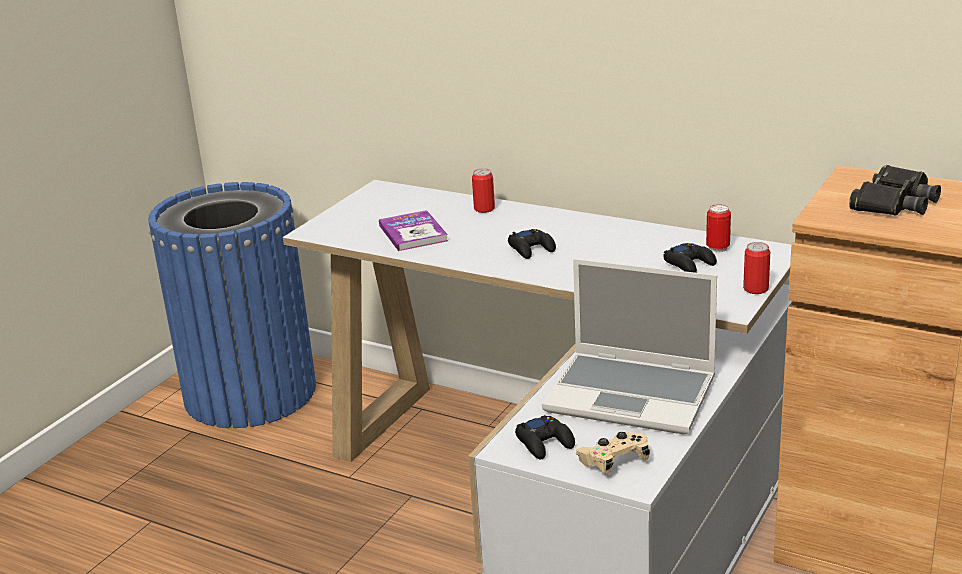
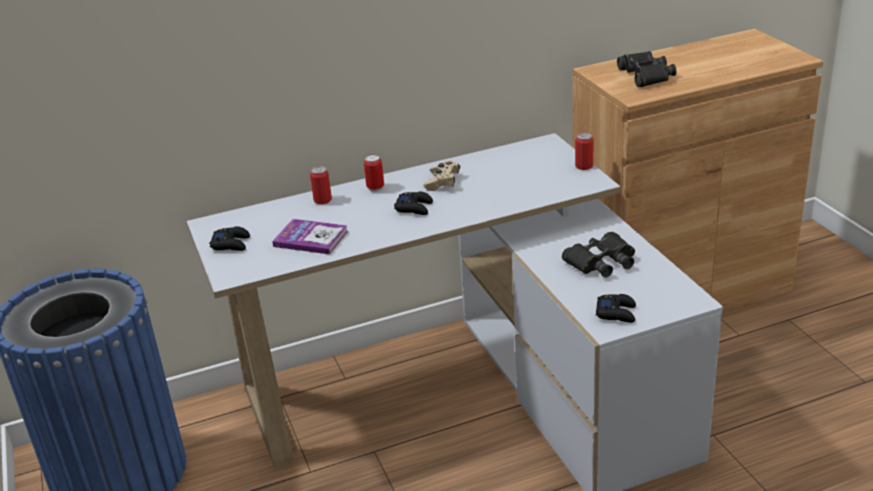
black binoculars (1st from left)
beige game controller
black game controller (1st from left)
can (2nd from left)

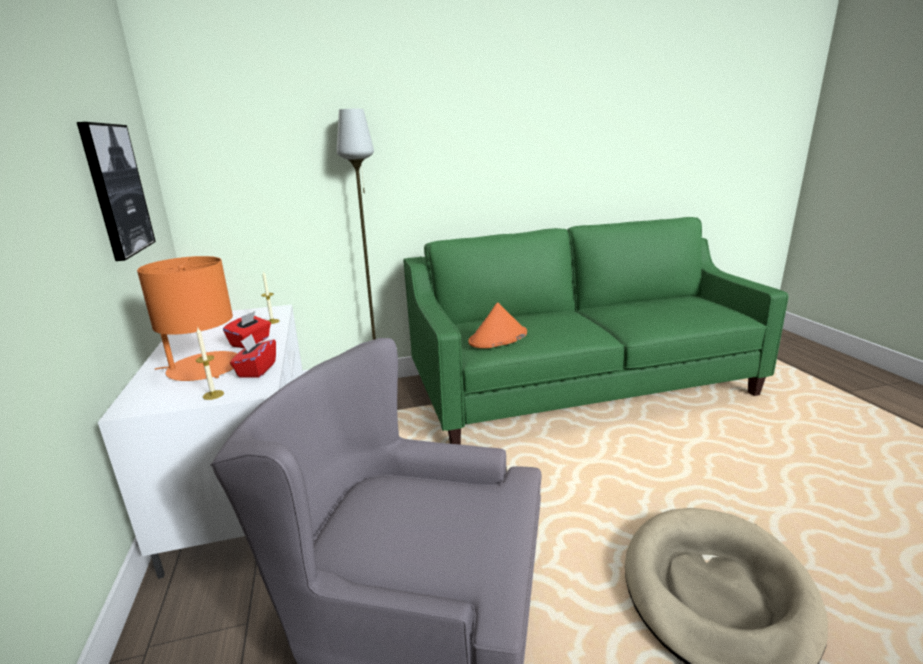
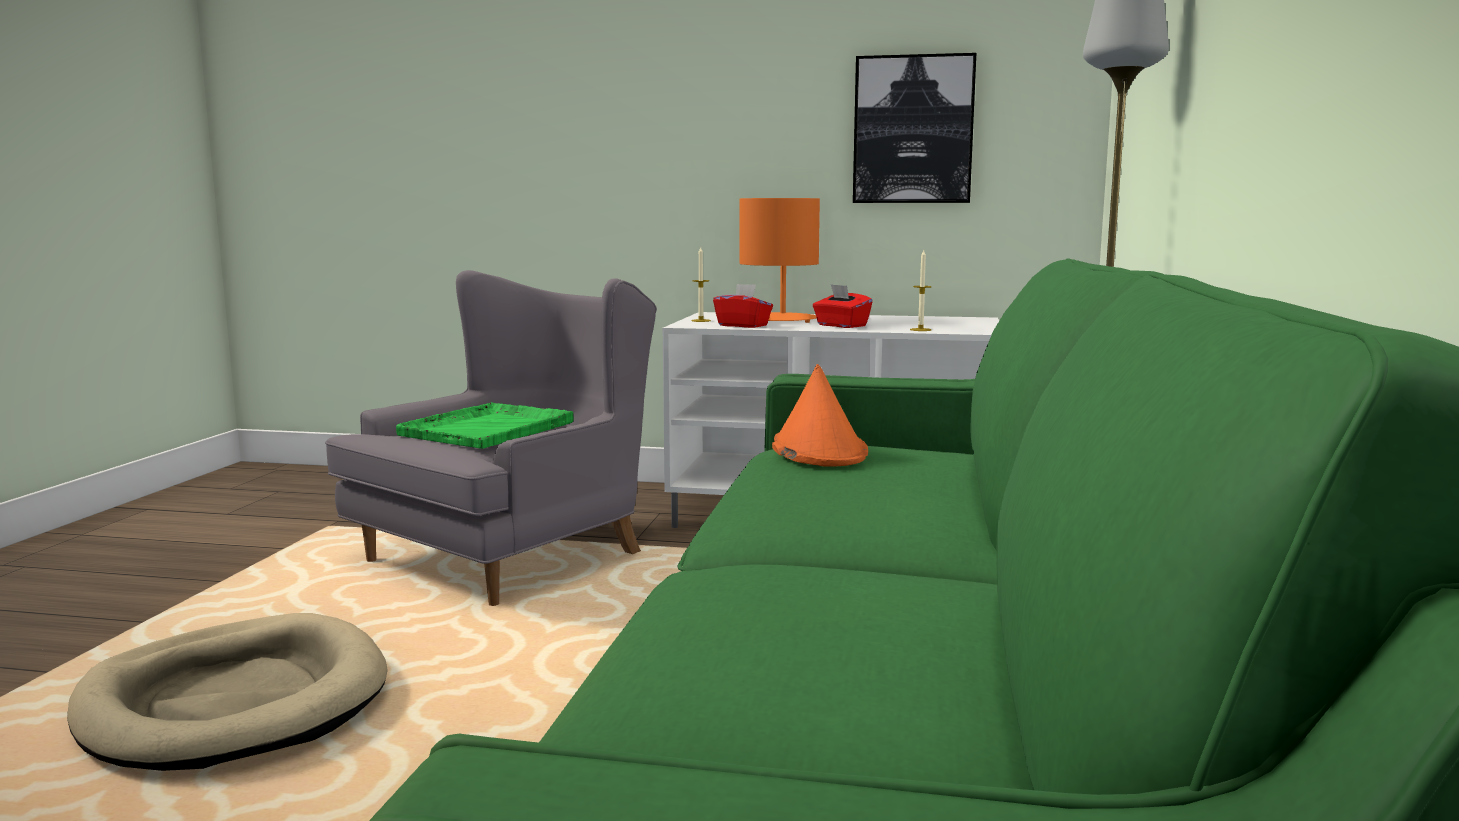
green tray

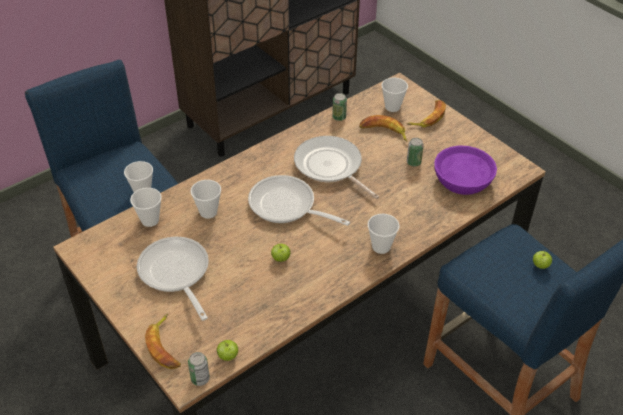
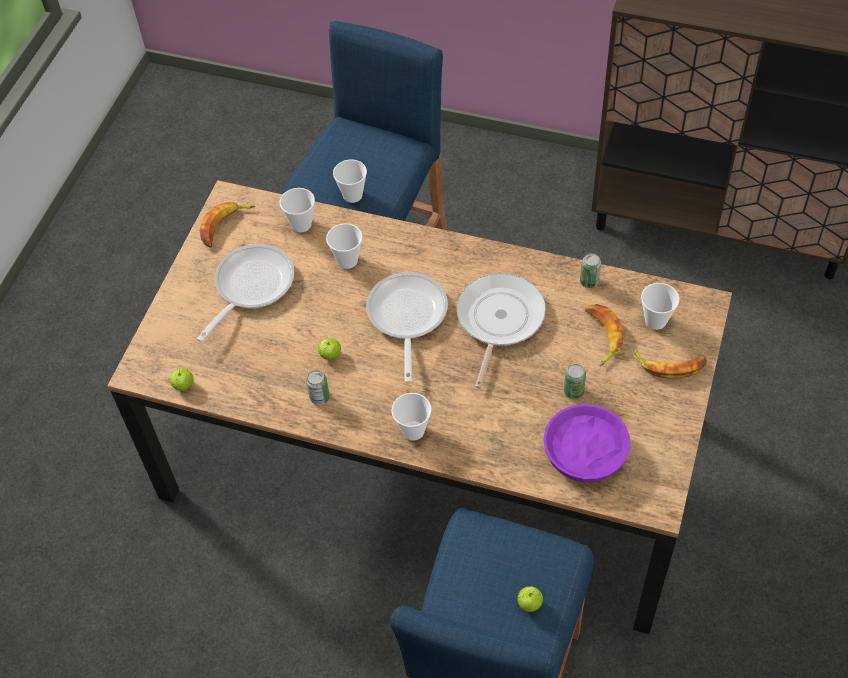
banana (1st from left)
can (1st from left)

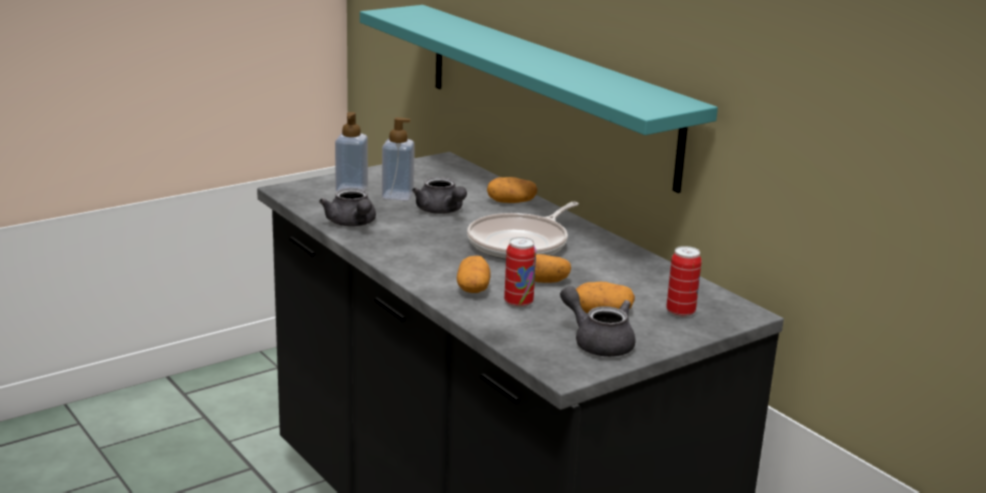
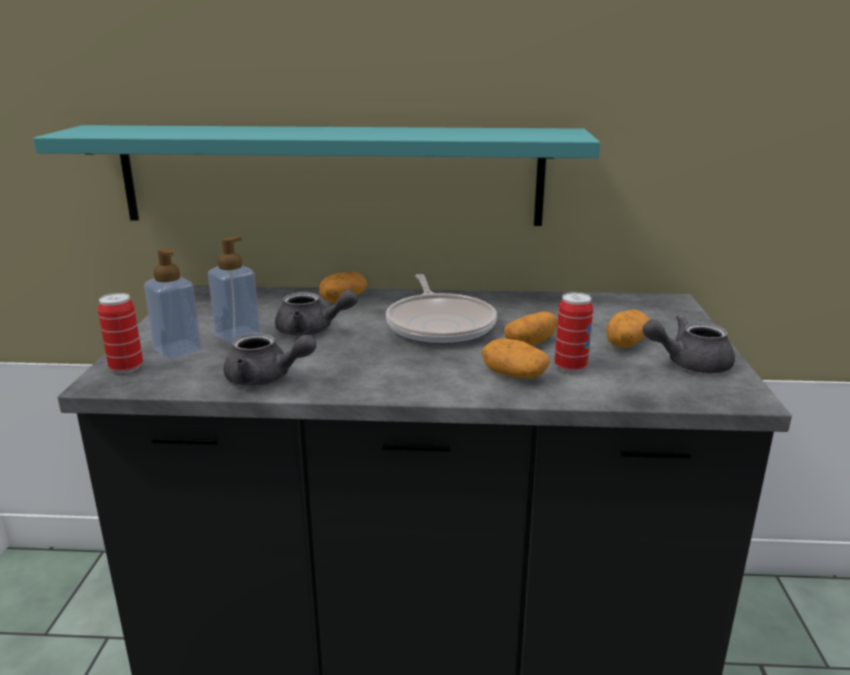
can (1st from left)

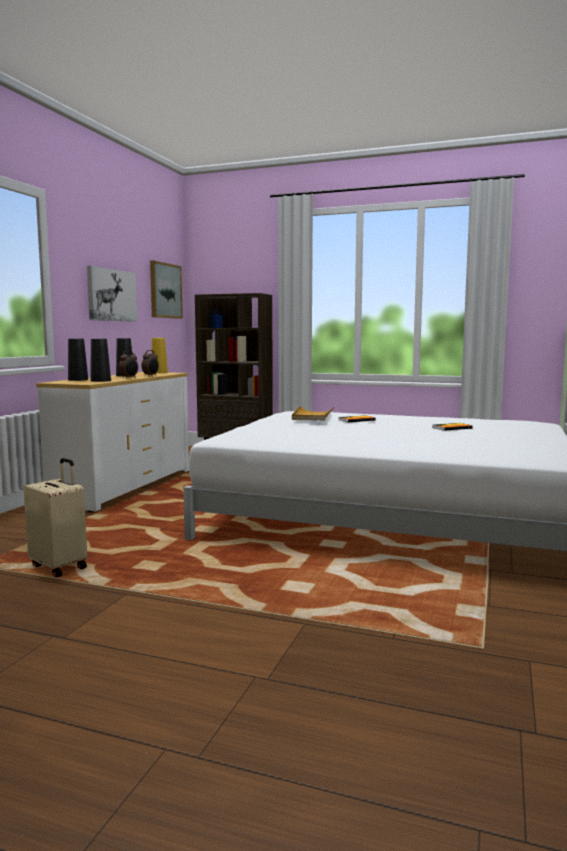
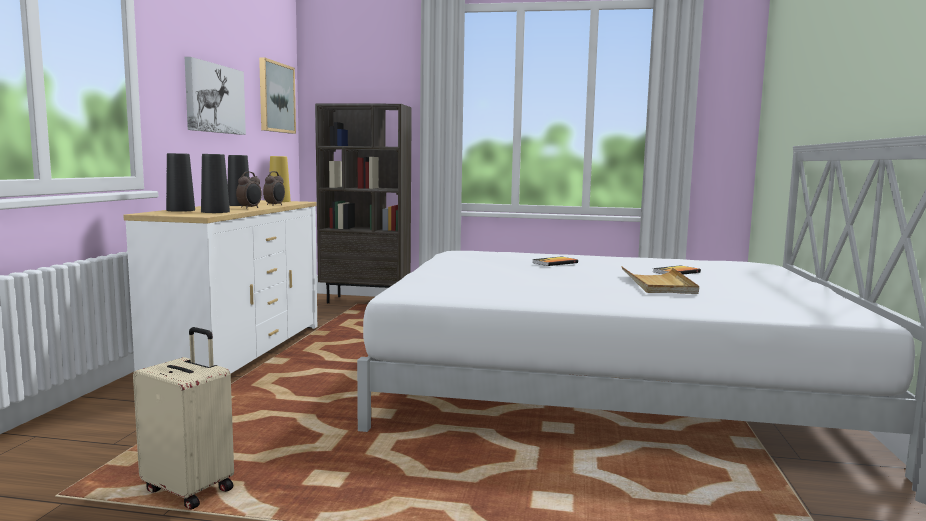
beige tray

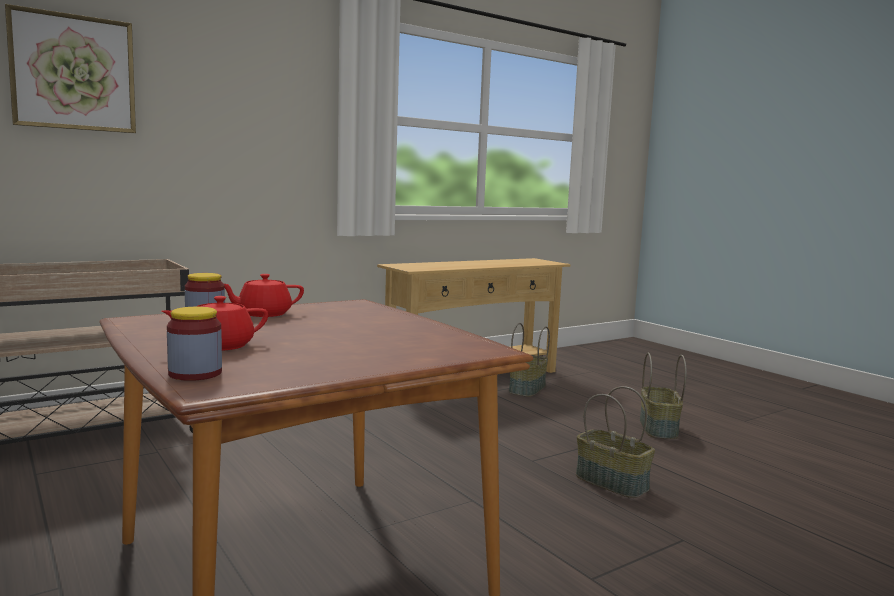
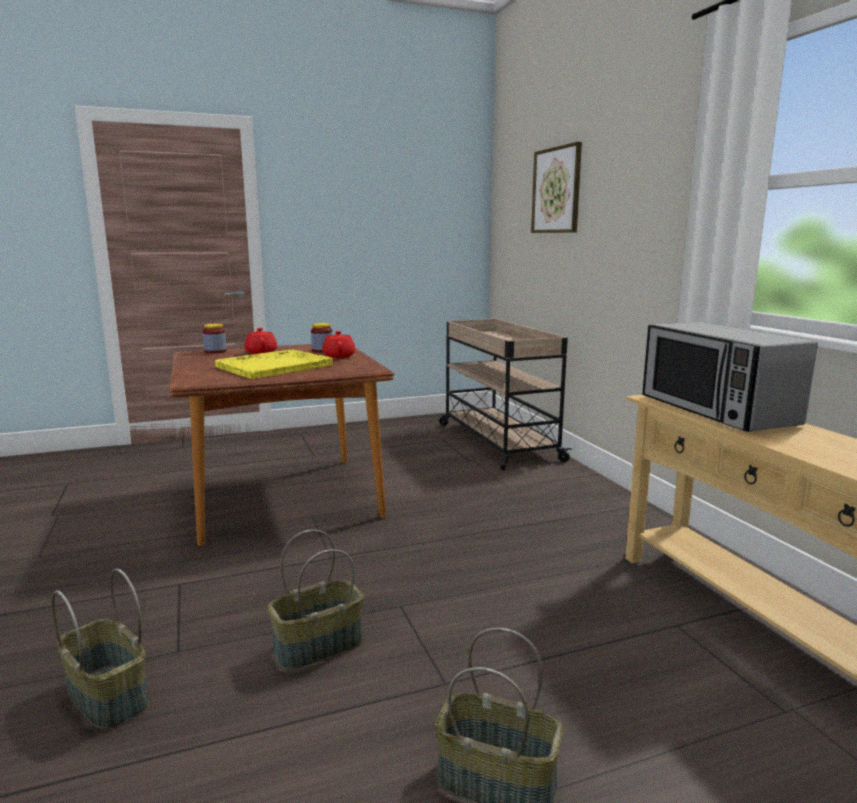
basket (1st from left)
yellow tray
microwave

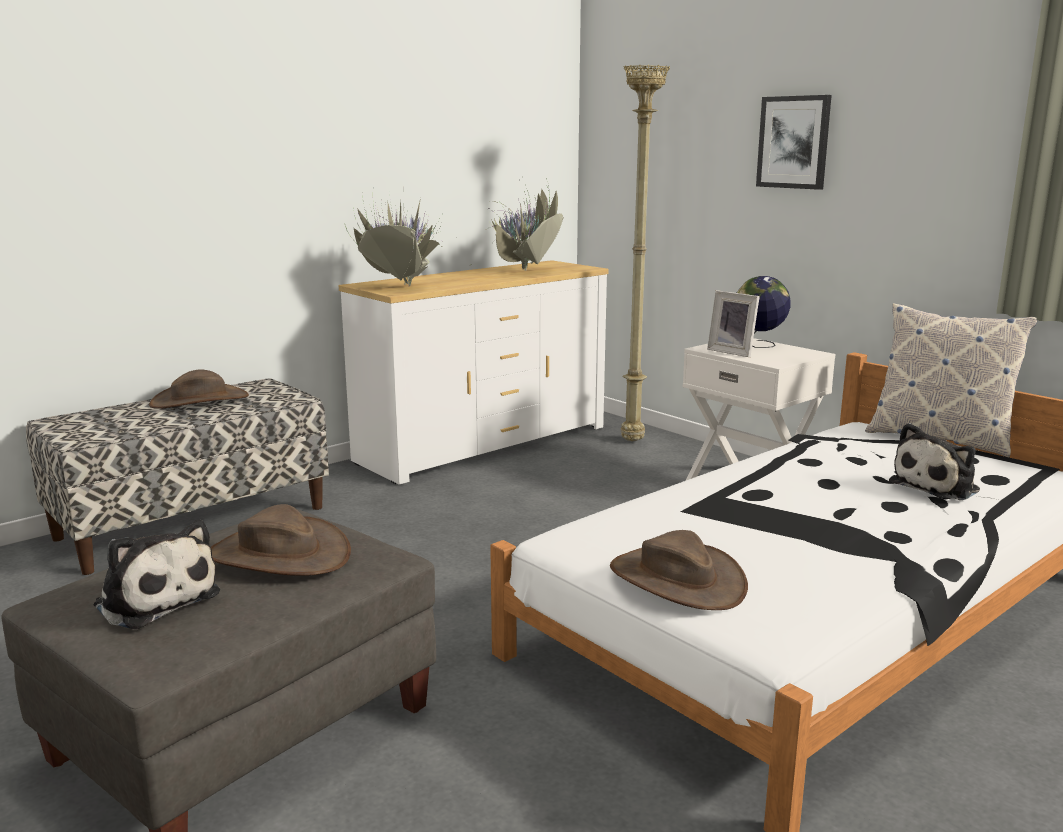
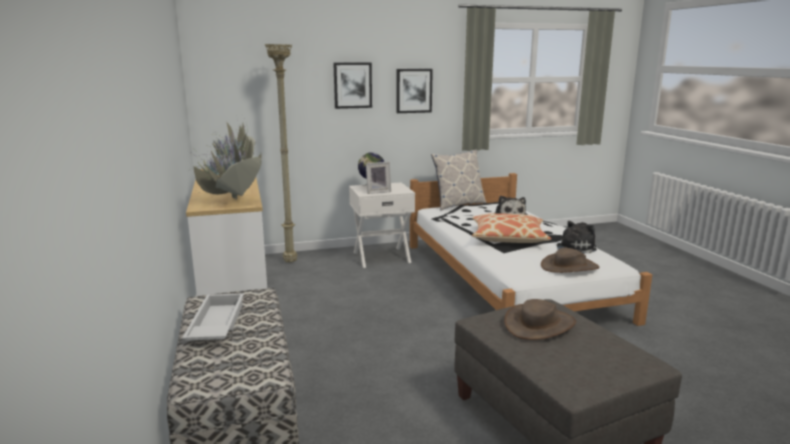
plush toy (2nd from left)
white tray
picture (2nd from left)
pillow (2nd from left)

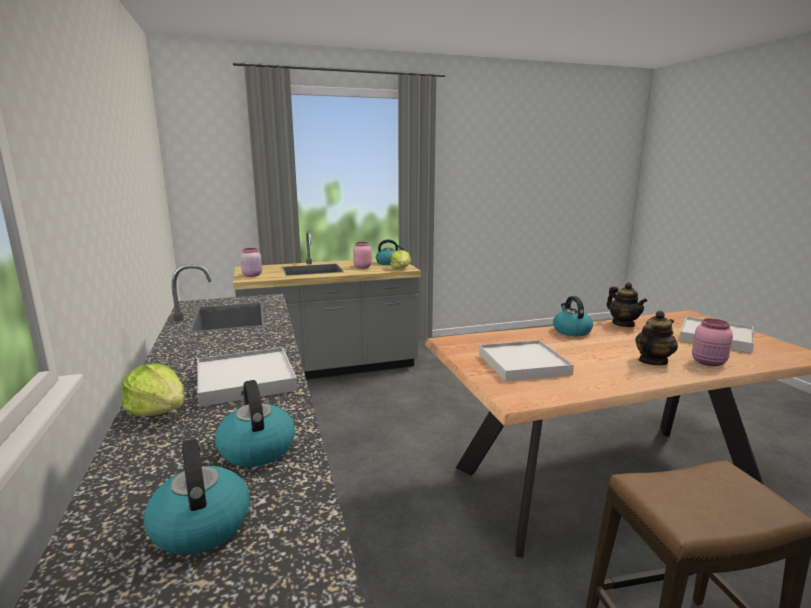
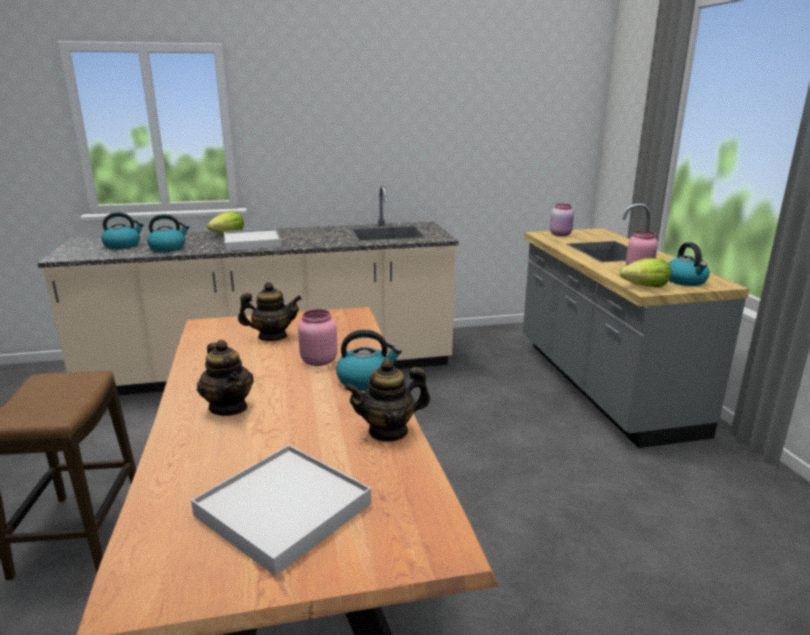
teapot (2nd from left)
pink jar (1st from left)

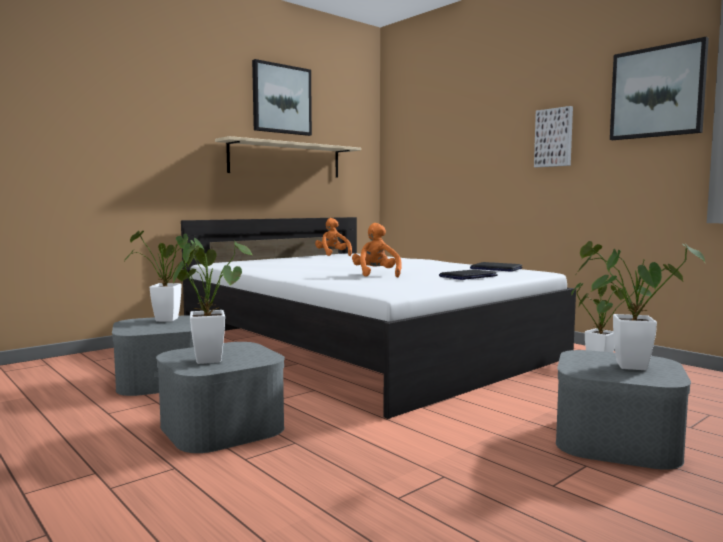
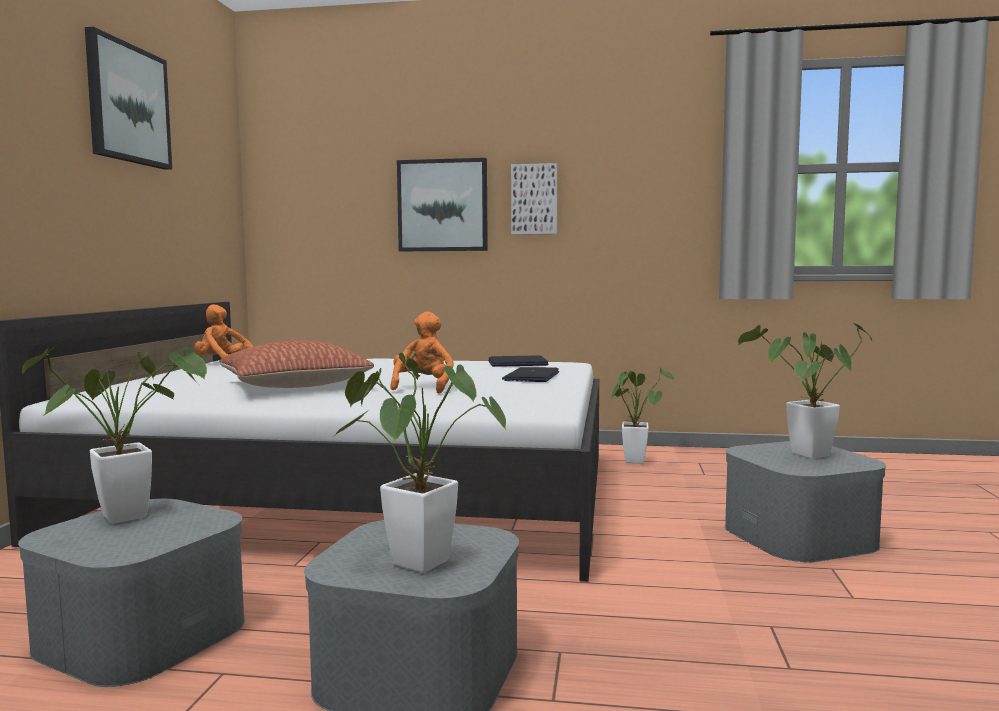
beige shelf
orange plush toy (2nd from left)
picture (2nd from left)
pillow

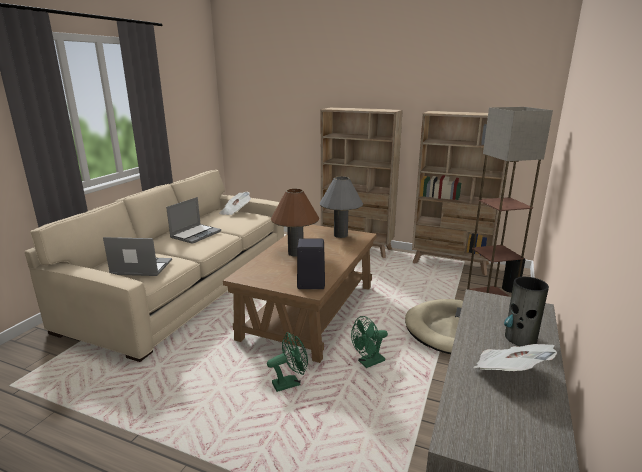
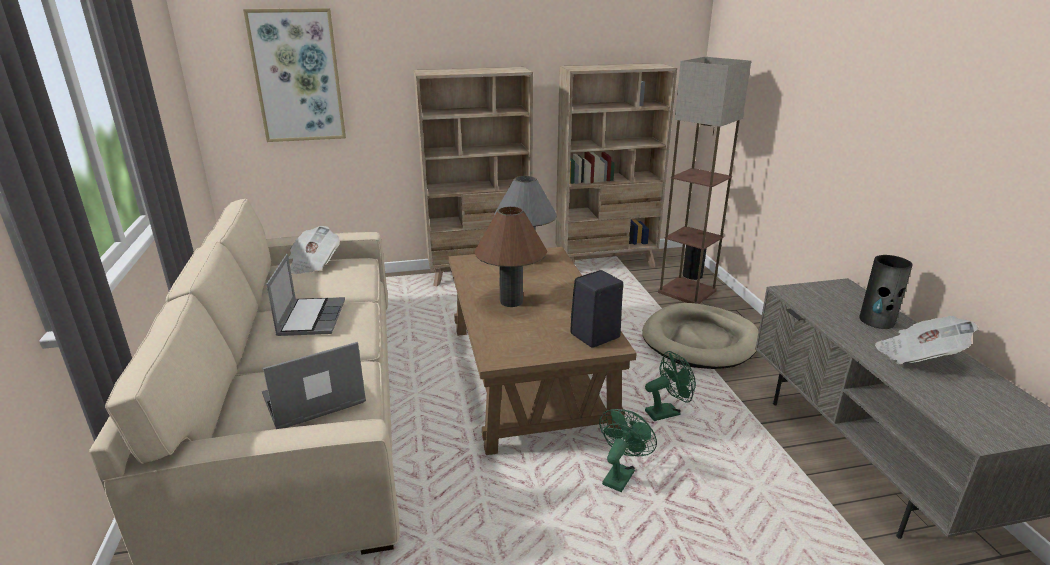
green fan (2nd from left)
picture

